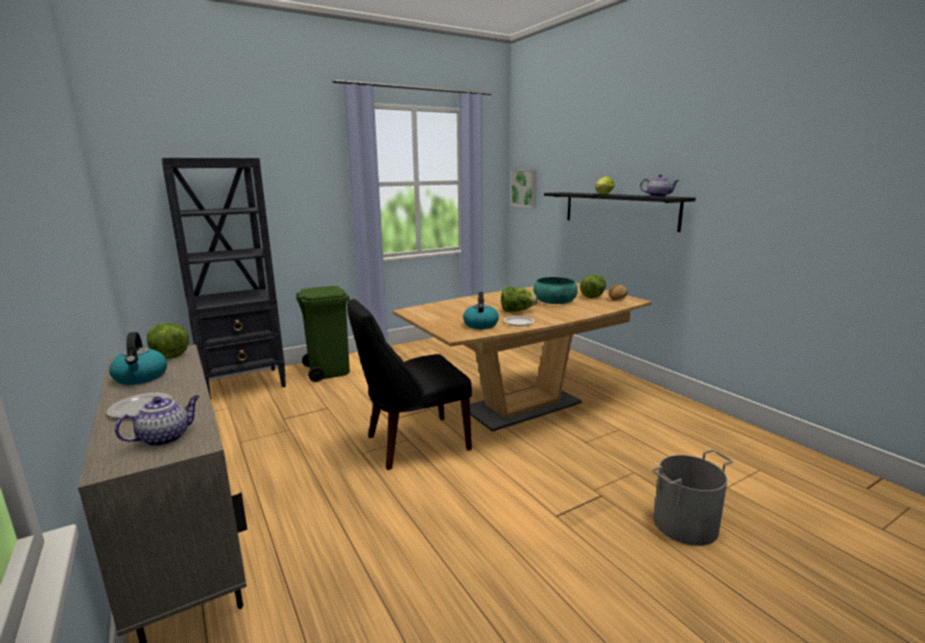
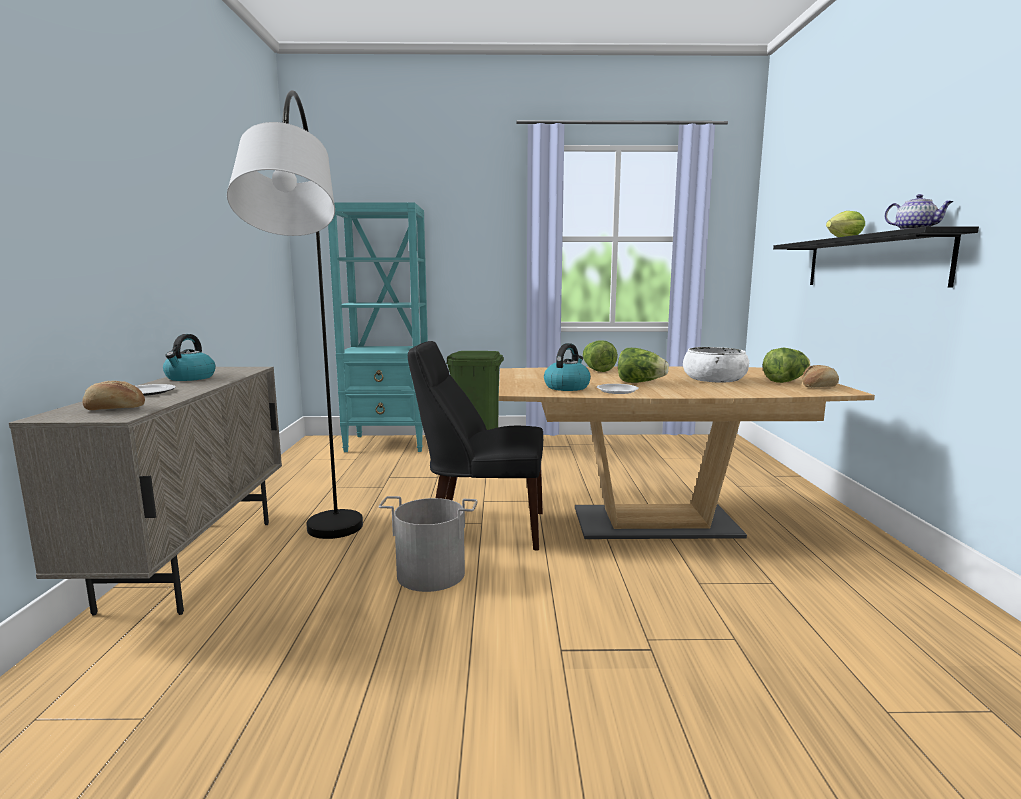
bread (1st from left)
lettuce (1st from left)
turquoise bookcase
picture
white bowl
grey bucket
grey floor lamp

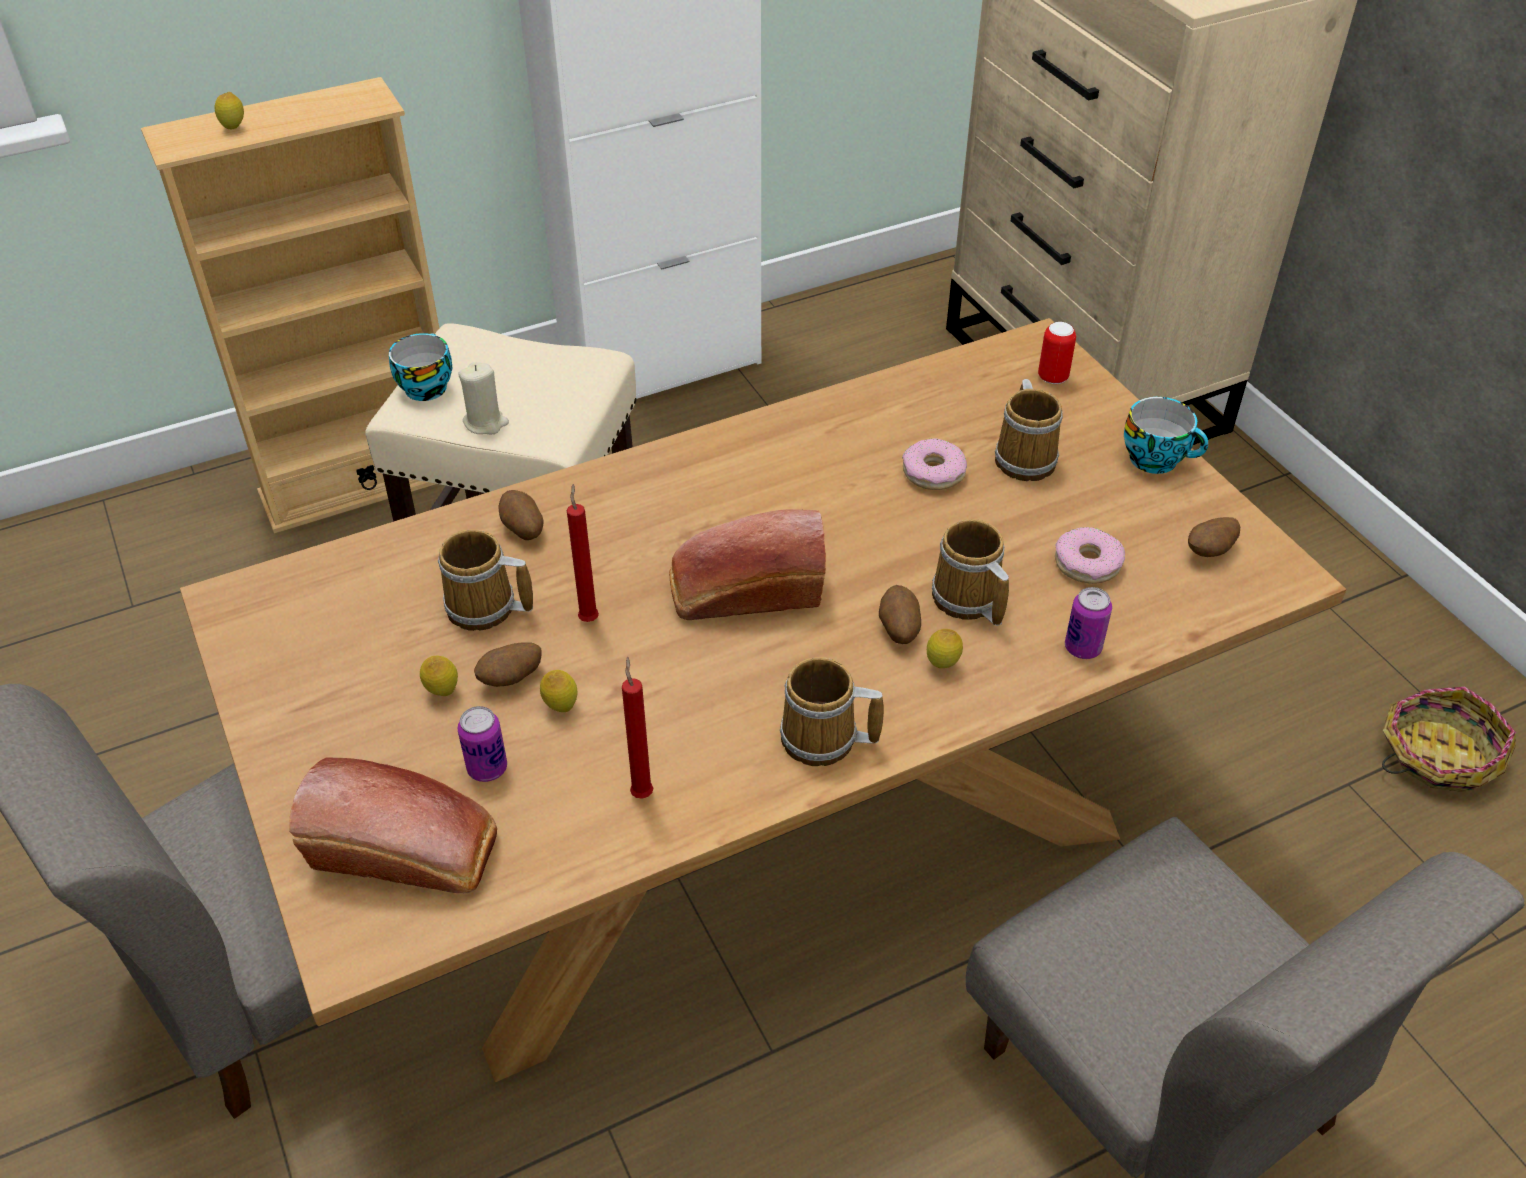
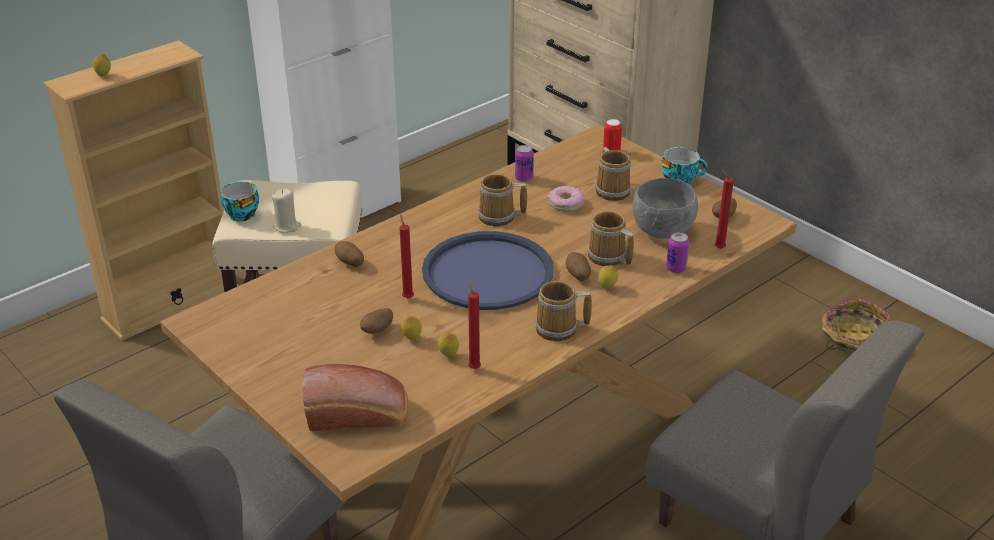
lemon (3rd from left)
mug (1st from left)
can (1st from left)
blue tray
grey bowl
red candle (3rd from left)

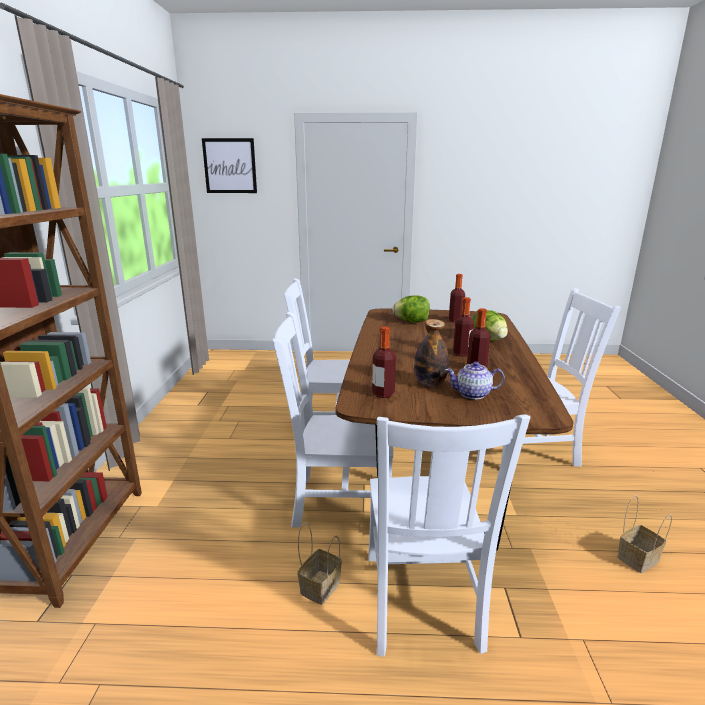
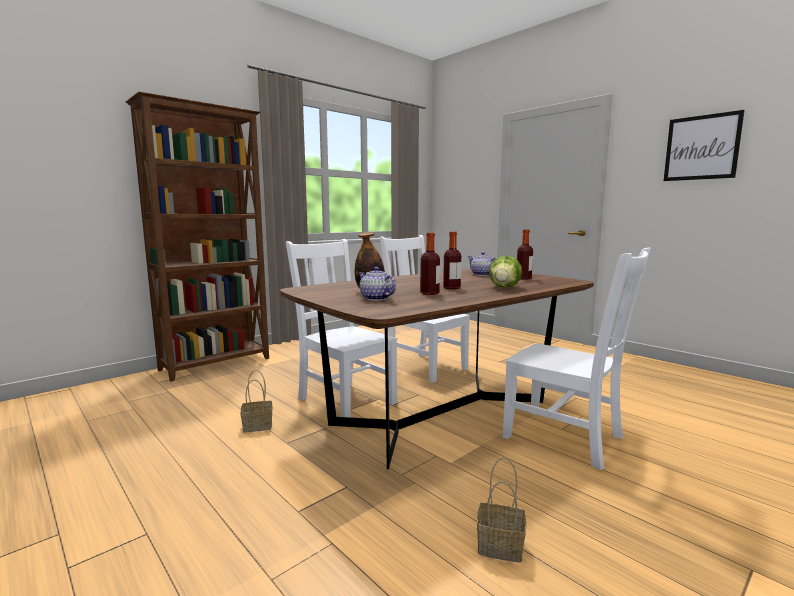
picture
white chair (3rd from left in the first image)
bottle (1st from left in the first image)
teapot (2nd from left)

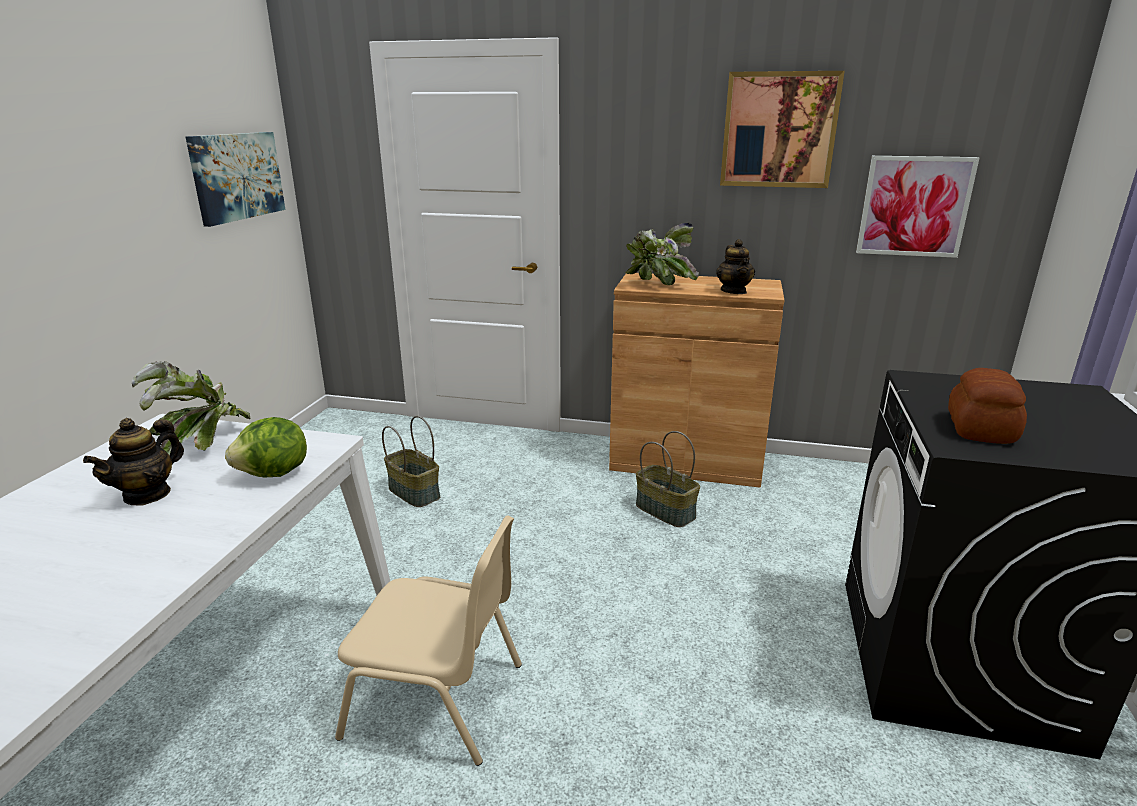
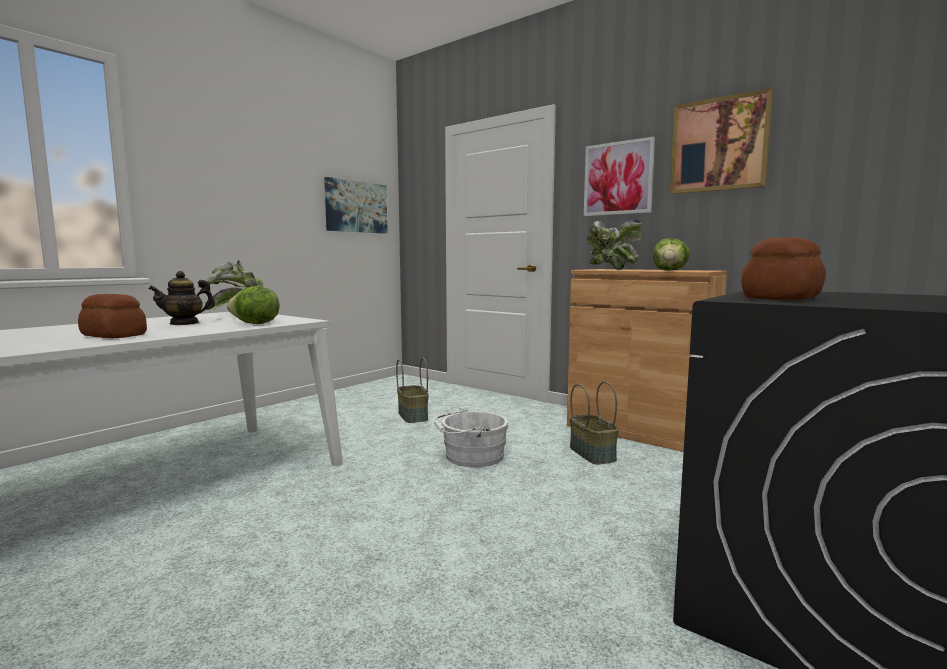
beige chair
lettuce (2nd from left)
picture (2nd from left)
bread (1st from left)
white bucket

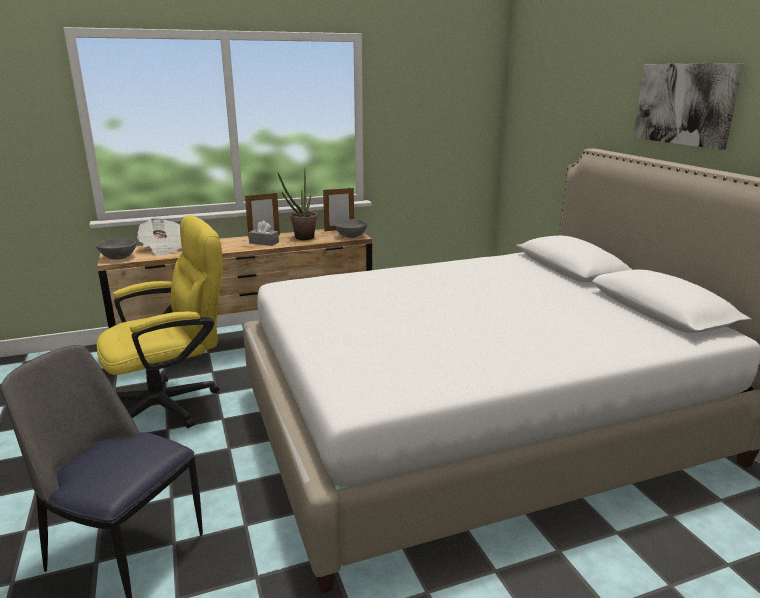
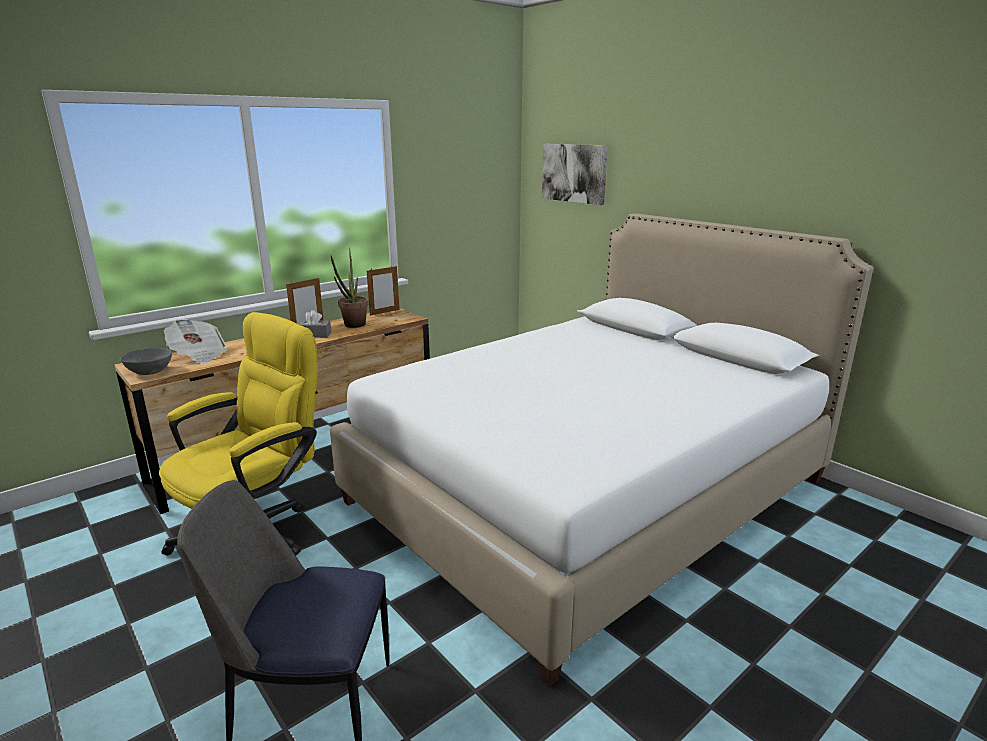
grey bowl (2nd from left in the first image)
picture

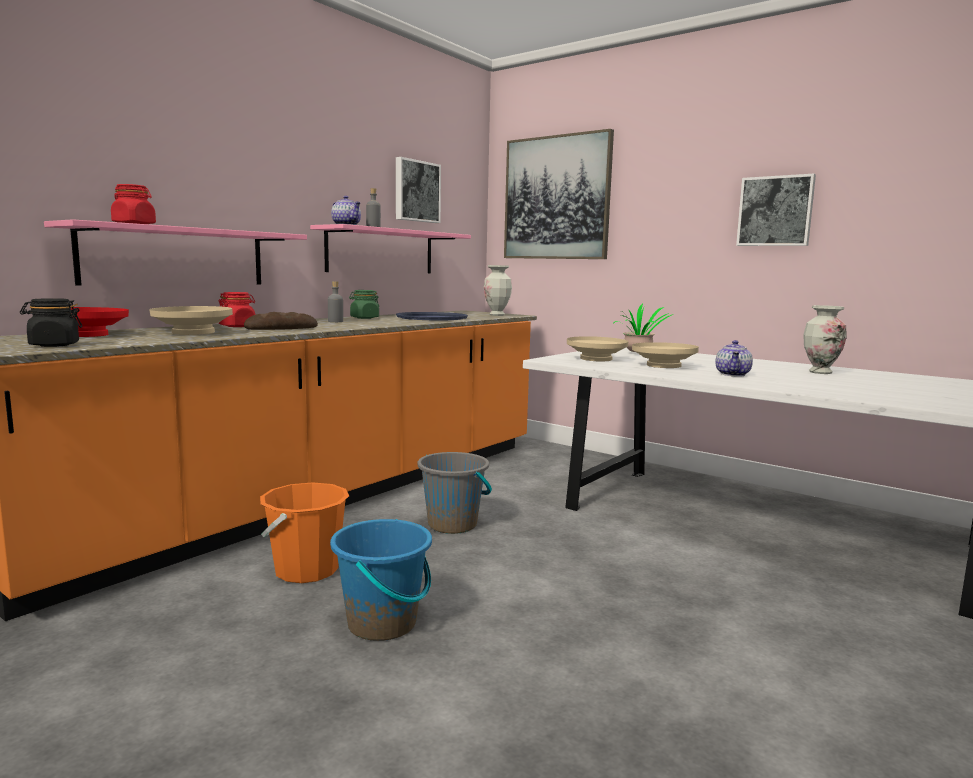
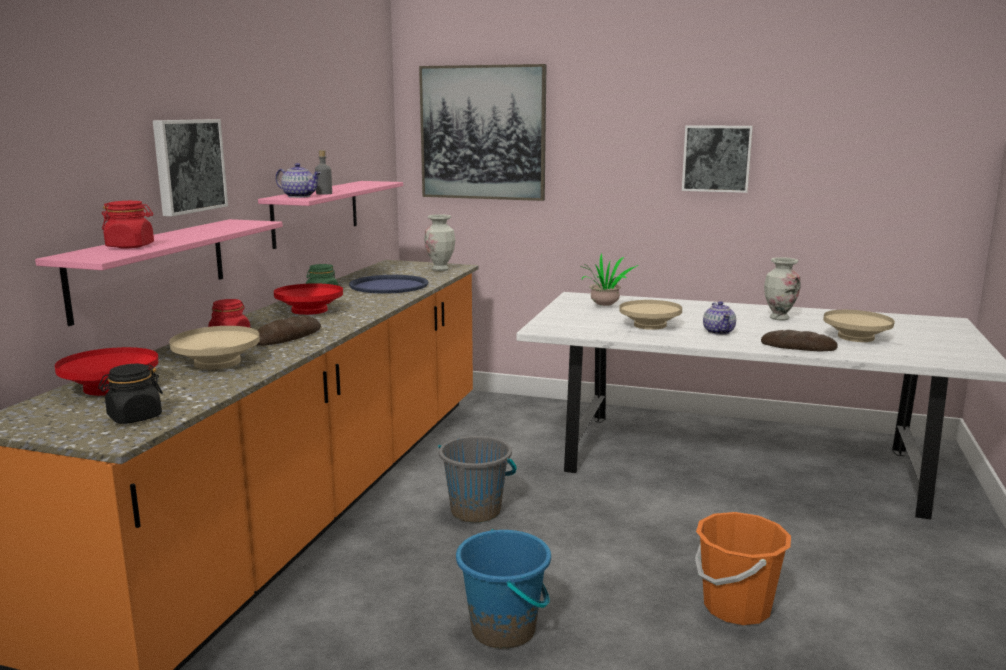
orange bucket
red bowl (2nd from left)
picture (1st from left)
beige bowl (3rd from left)
bread (2nd from left)

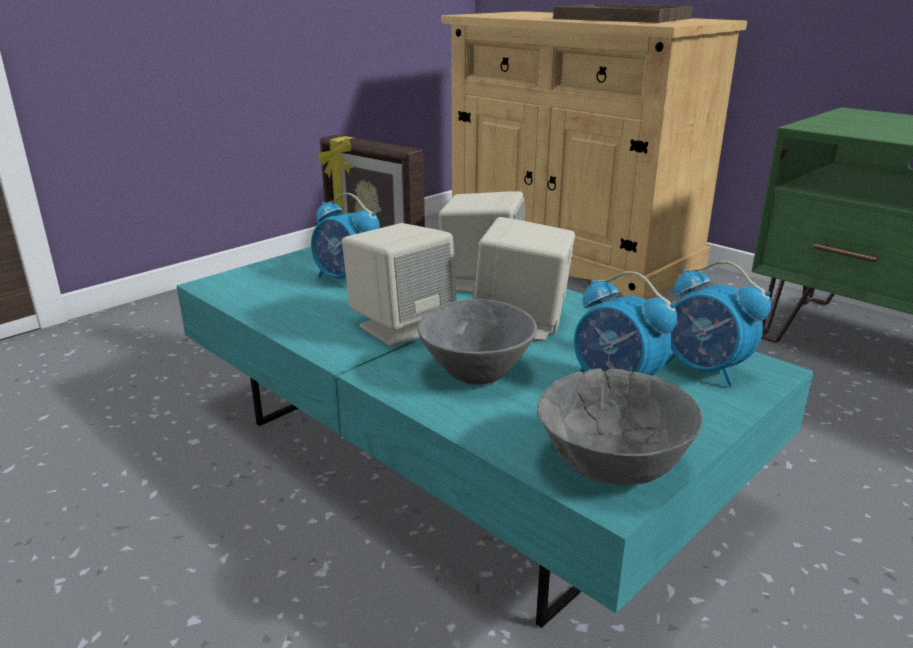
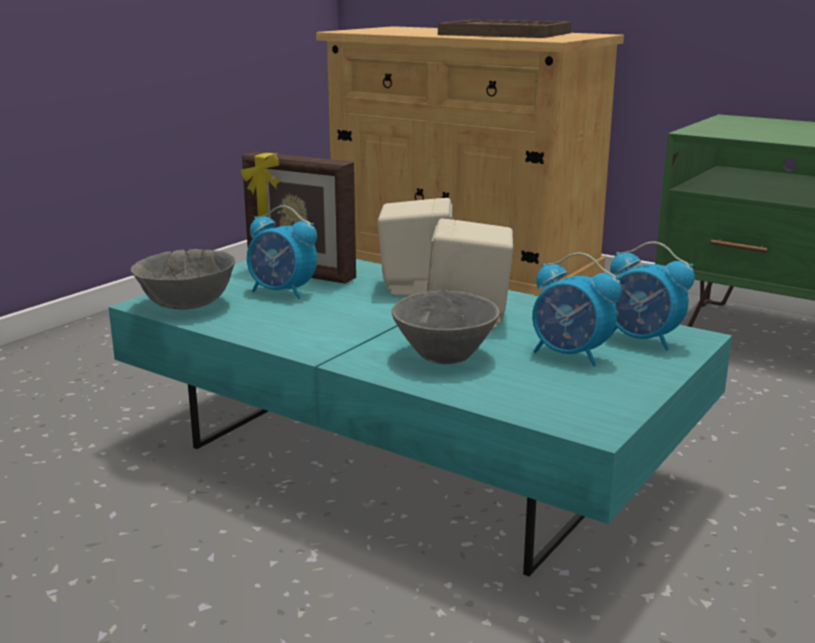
beige speaker (1st from left in the first image)
grey bowl (1st from left)

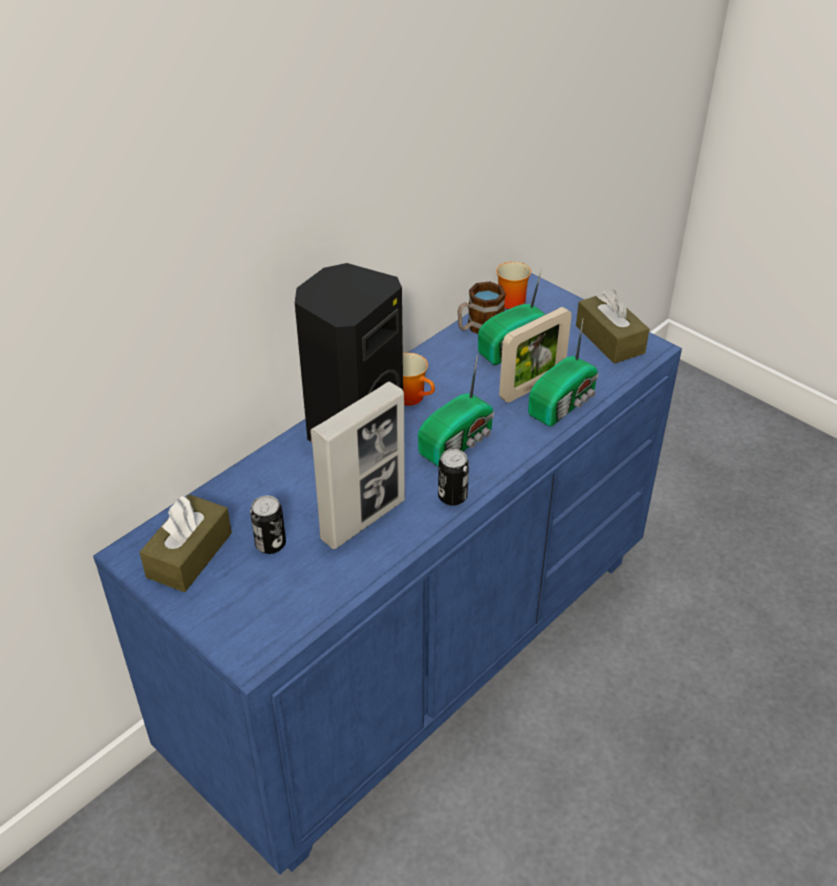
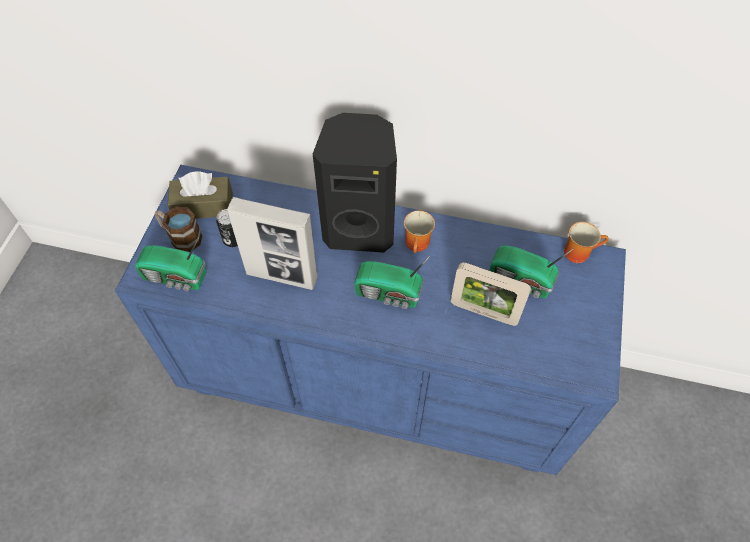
can (2nd from left in the first image)
mug (1st from left)
radio (1st from left)
brown tissue box (2nd from left in the first image)

